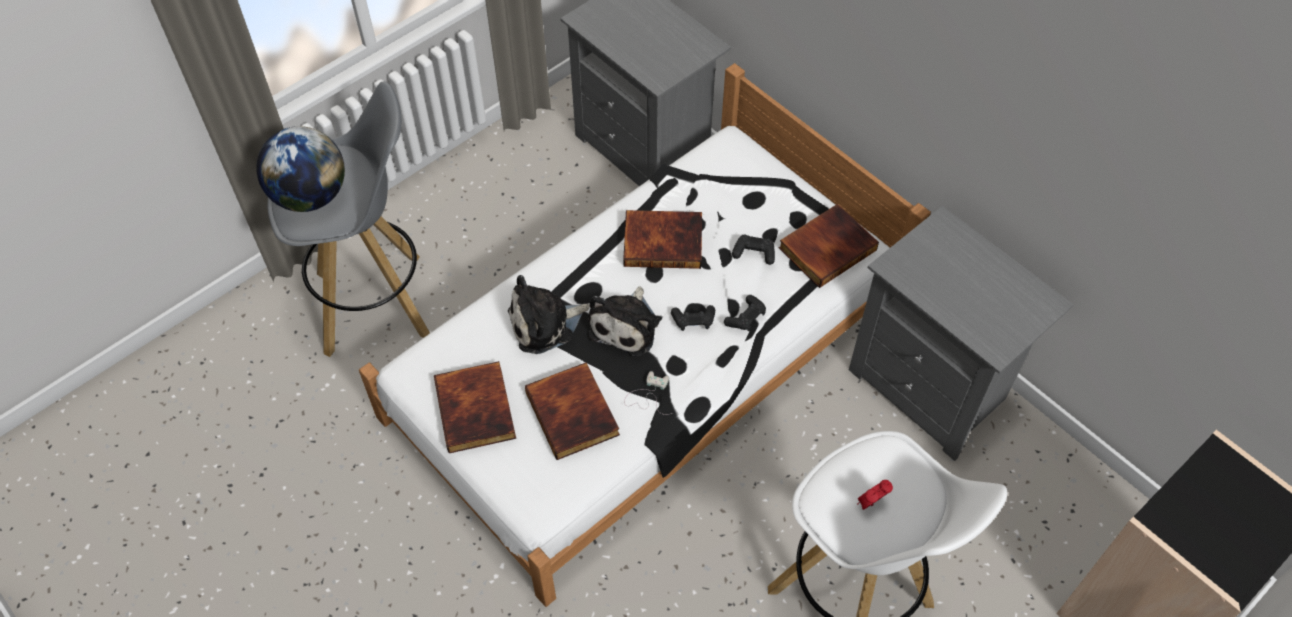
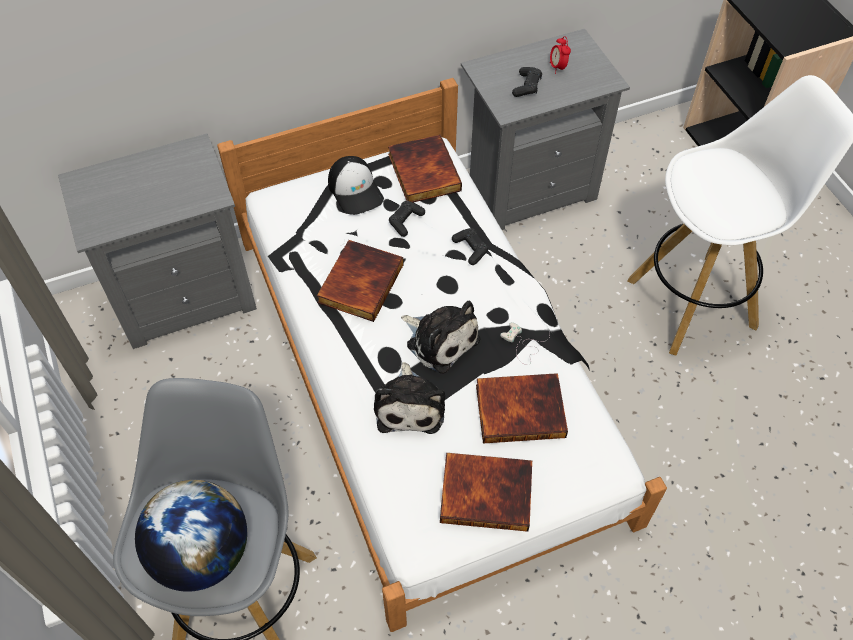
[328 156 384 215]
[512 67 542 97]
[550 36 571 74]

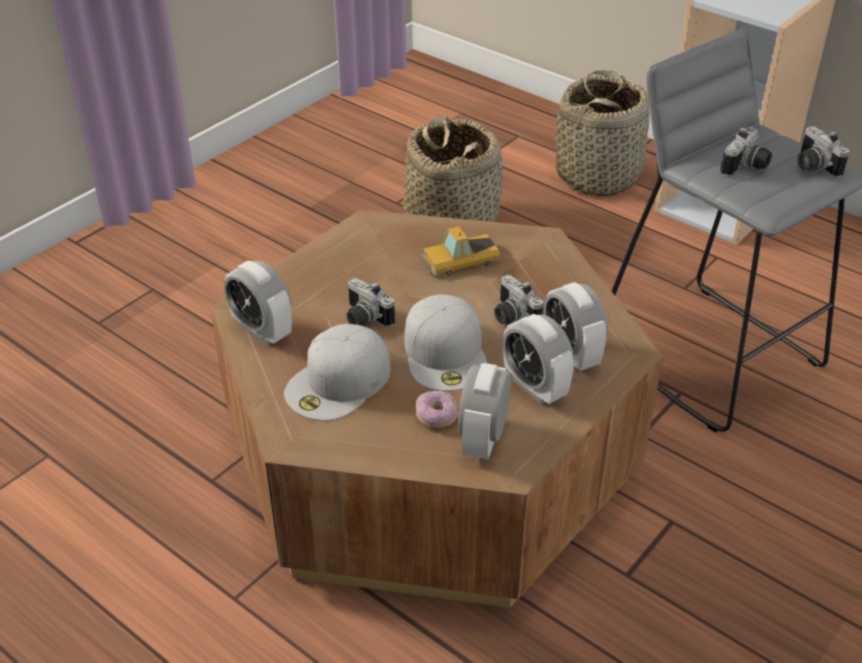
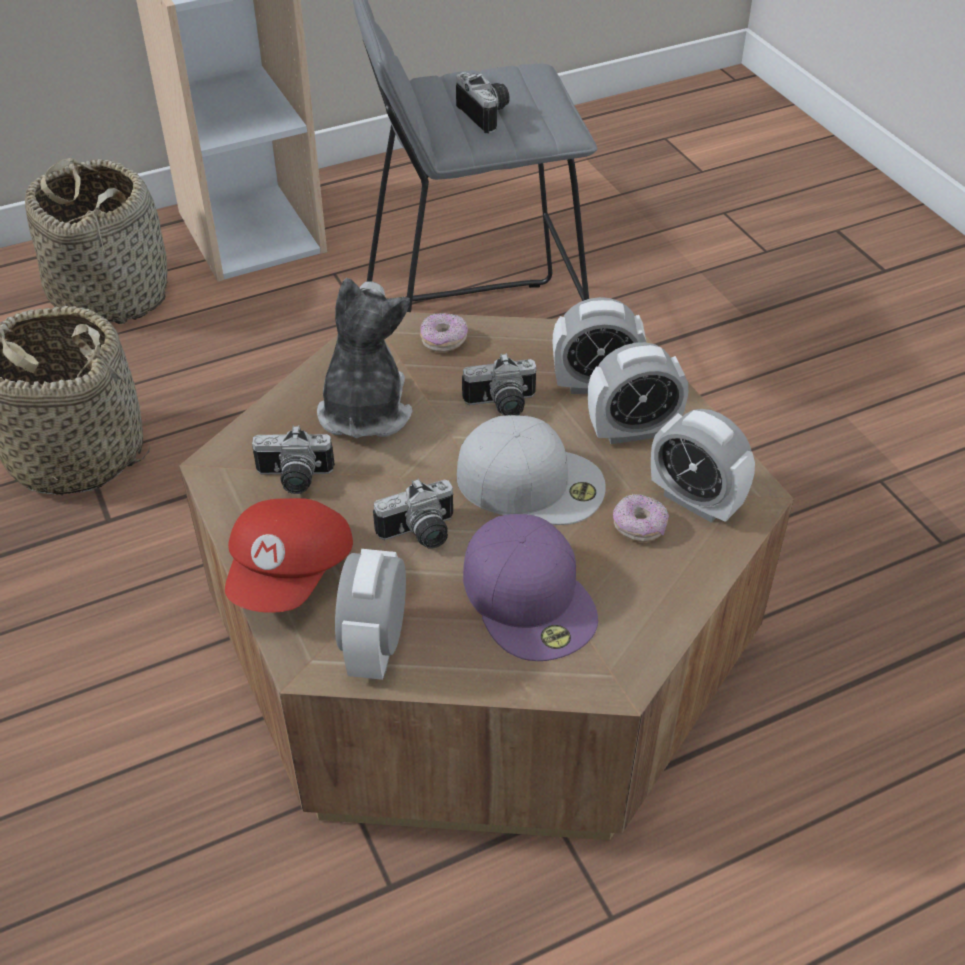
[225 498 353 613]
[420 313 468 353]
[252 425 335 494]
[317 278 412 438]
[463 514 598 661]
[335 549 406 680]

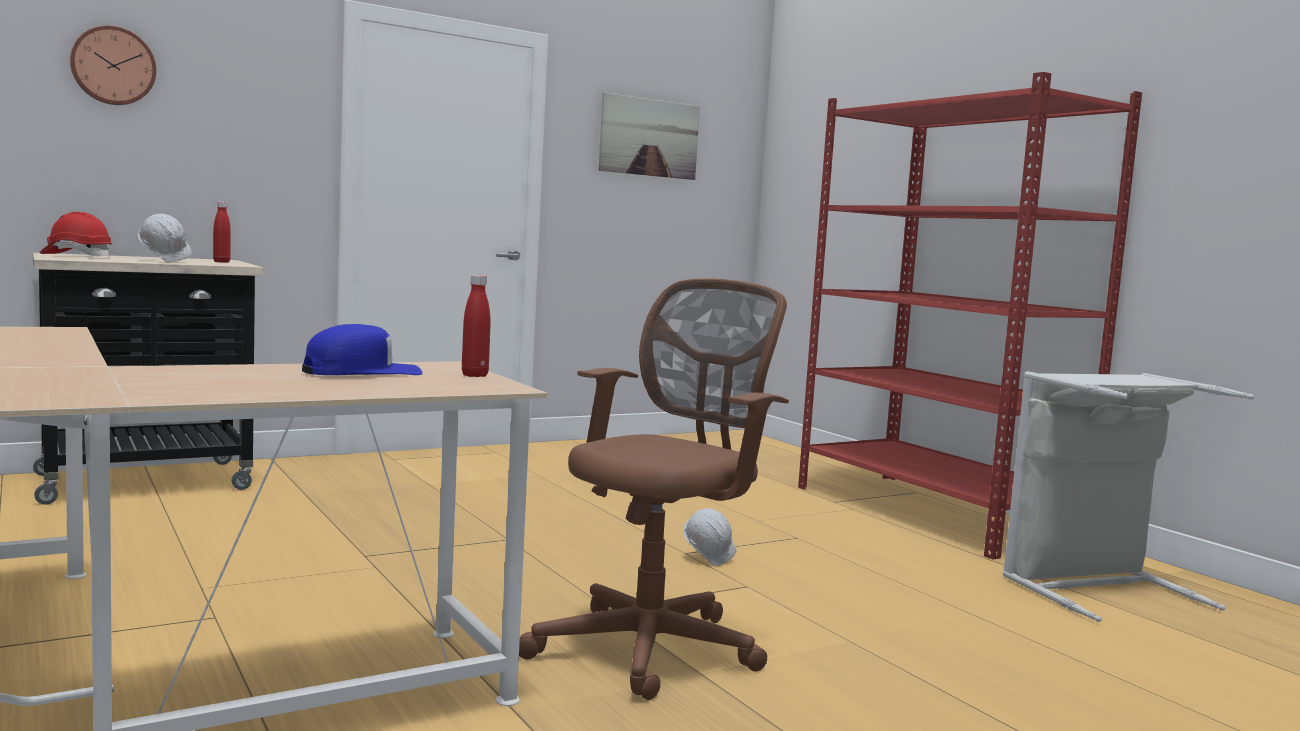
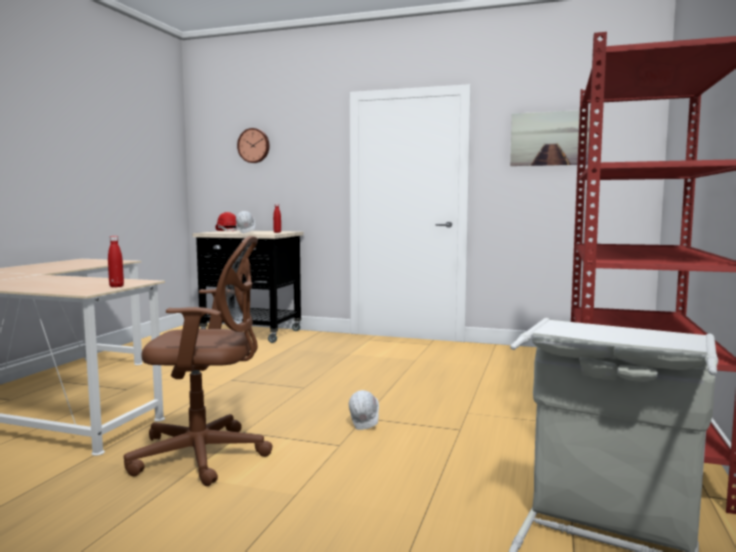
[302 324 423 375] (first image)

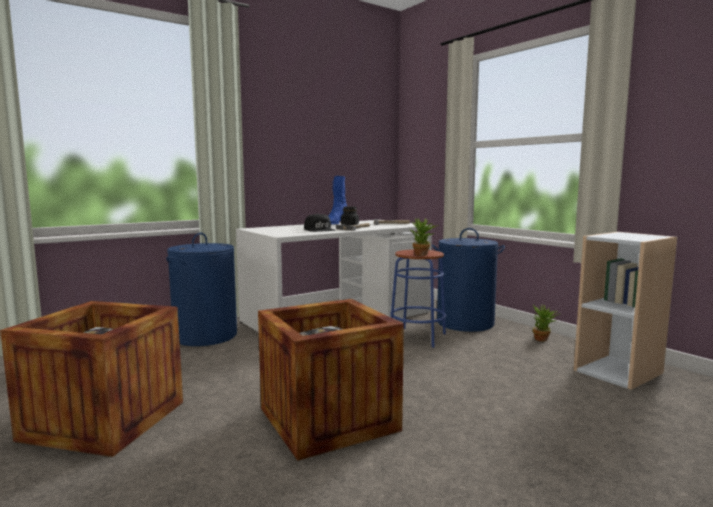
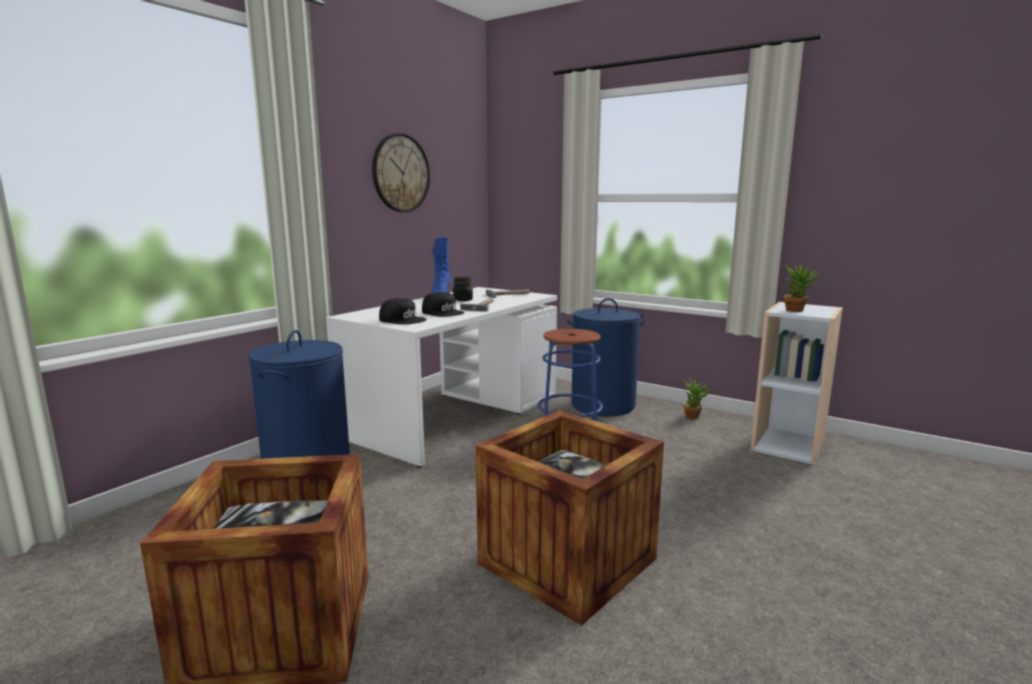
[372 133 430 212]
[379 298 427 325]
[784 265 824 312]

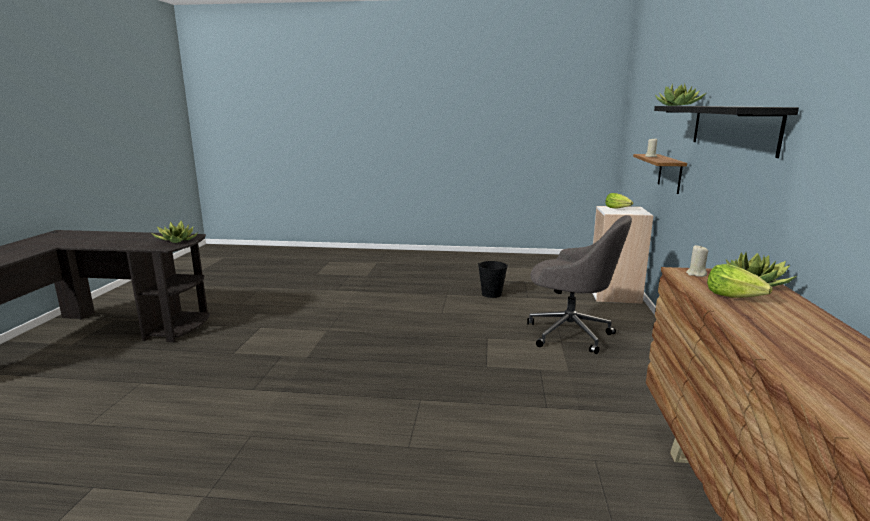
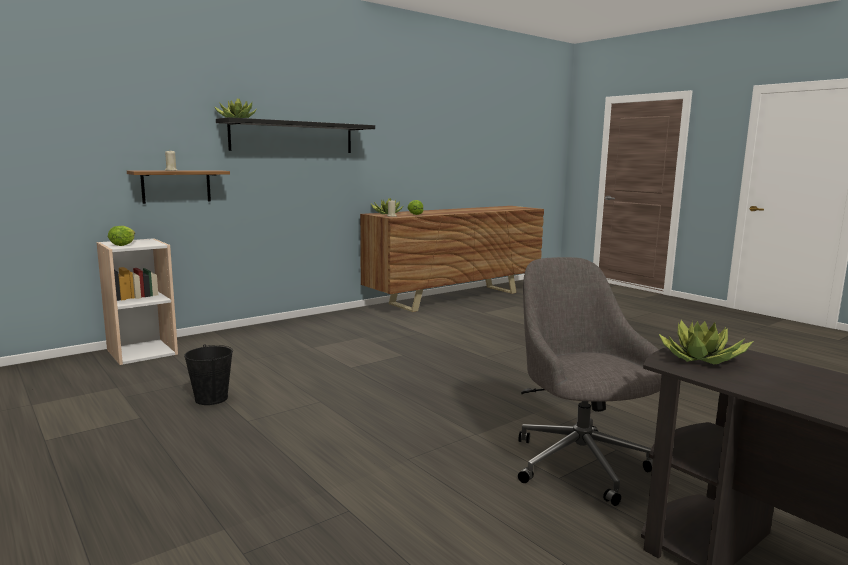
[518 257 662 506]

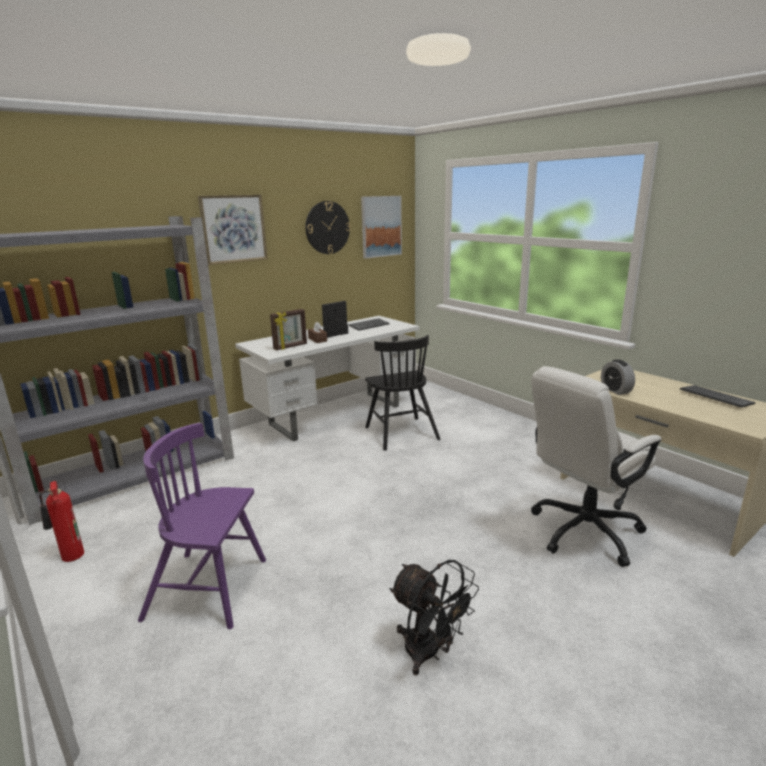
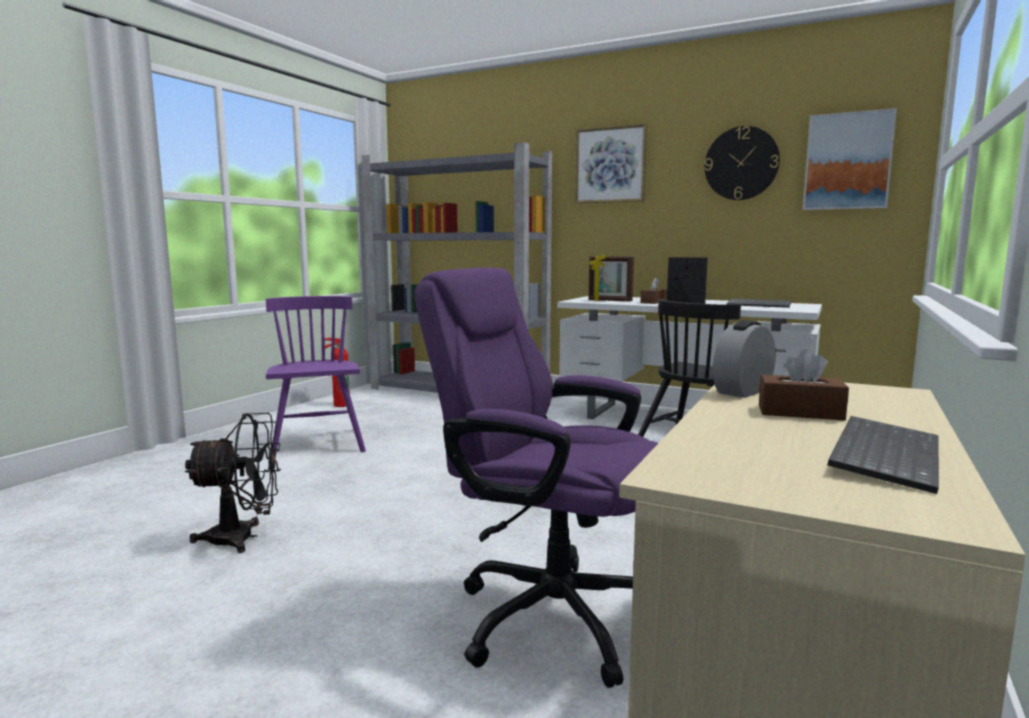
[759 349 849 421]
[415 268 658 688]
[185 413 281 553]

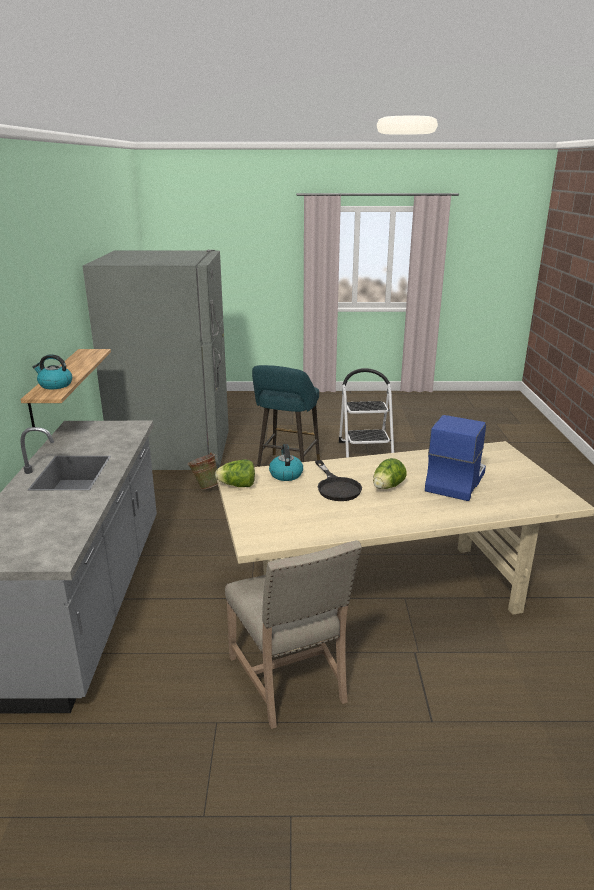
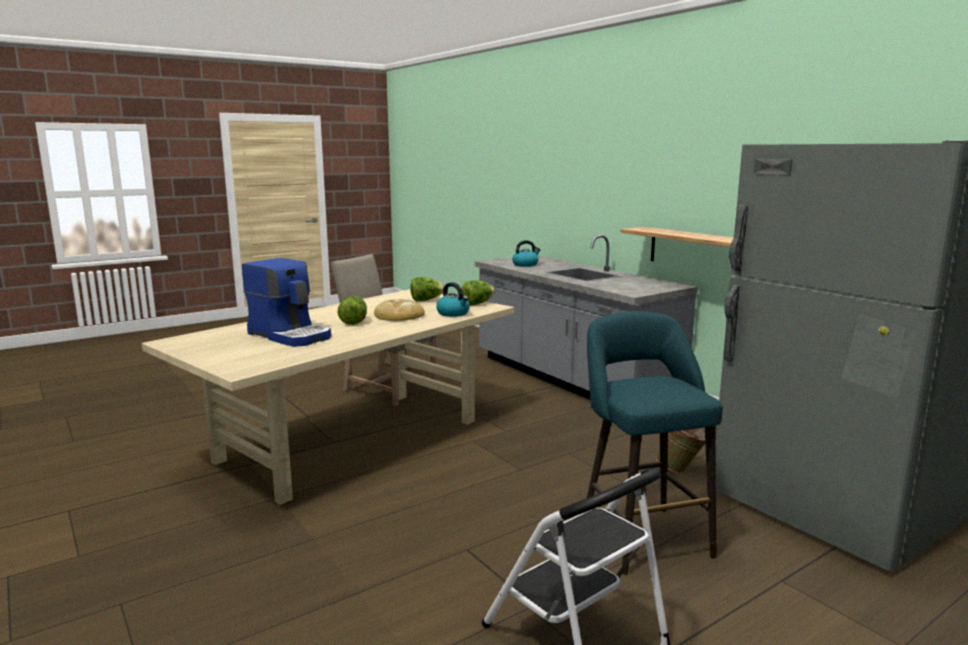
[410 277 444 301]
[512 240 540 267]
[374 299 425 321]
[242 258 331 347]

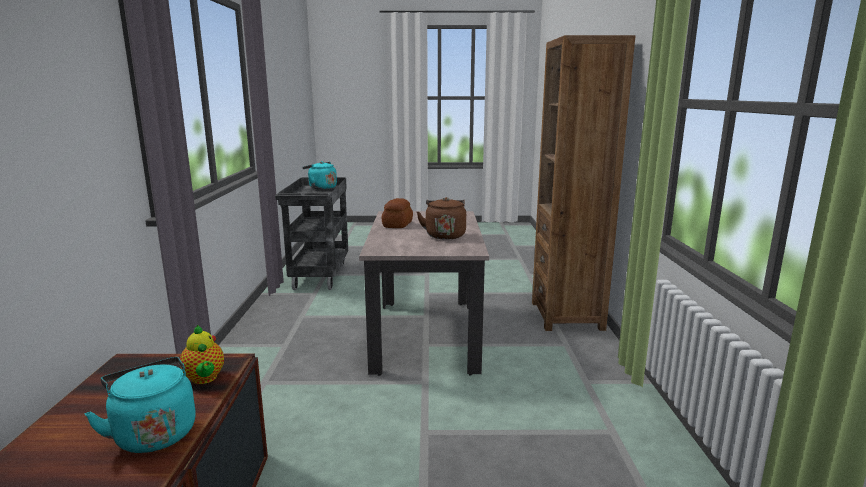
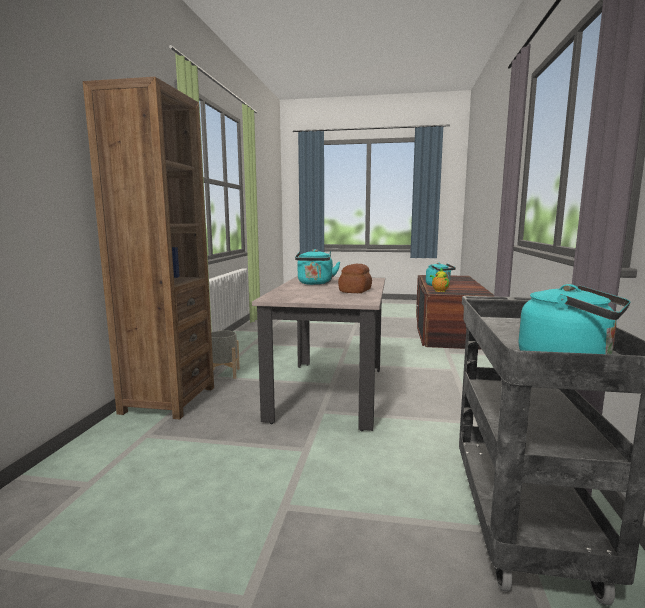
[211 331 240 379]
[295 249 340 285]

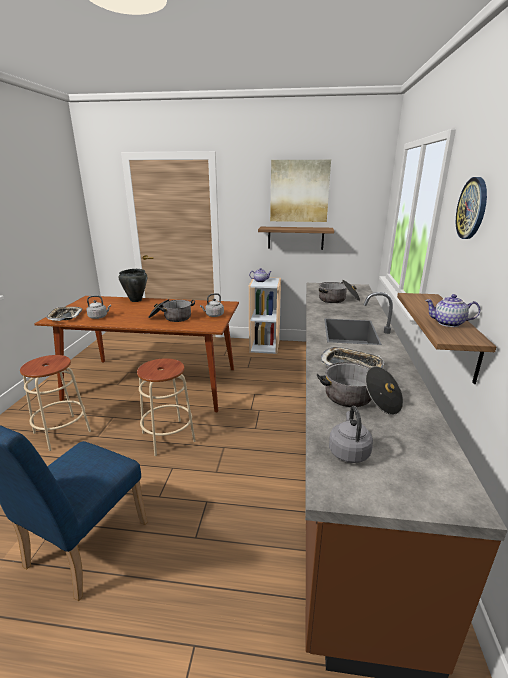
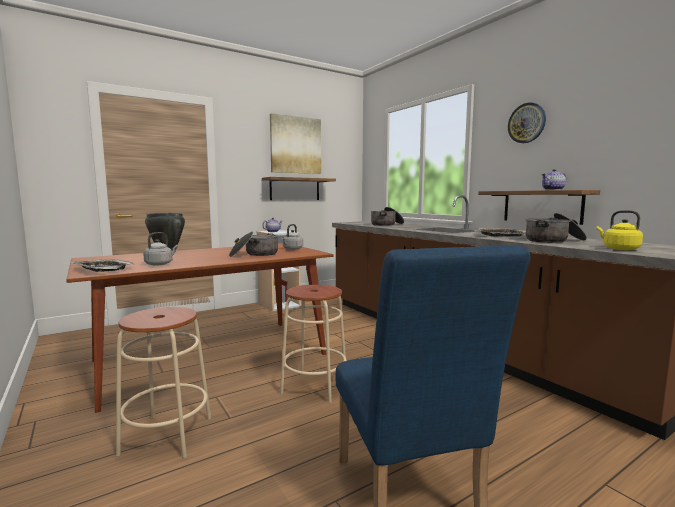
[597 210 643 250]

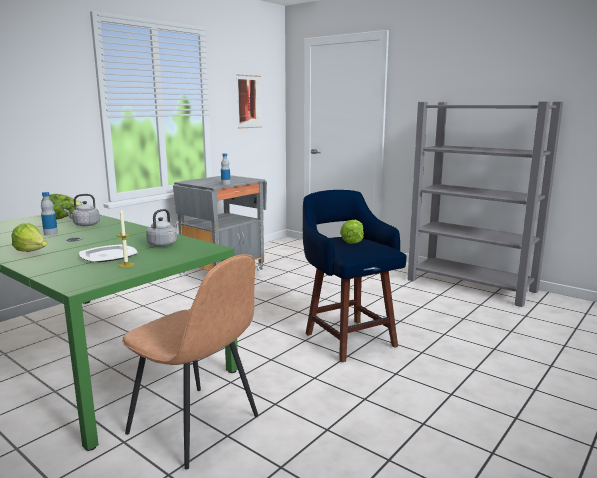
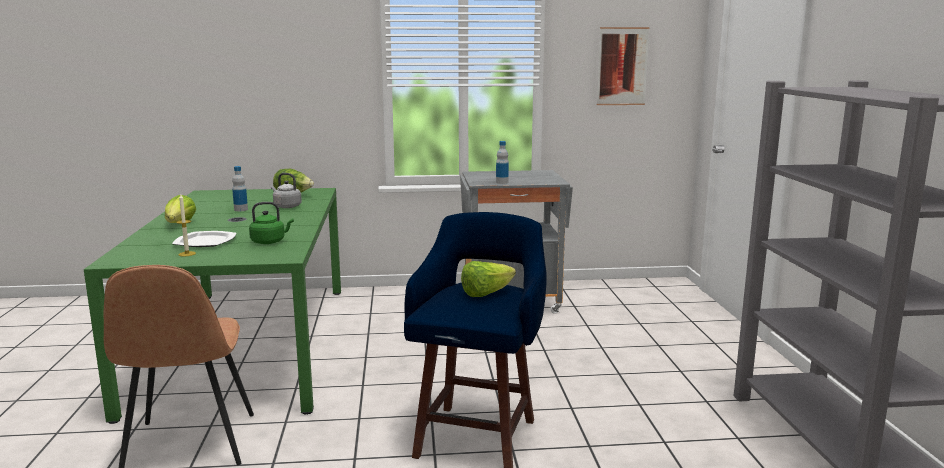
[249 202 294 244]

